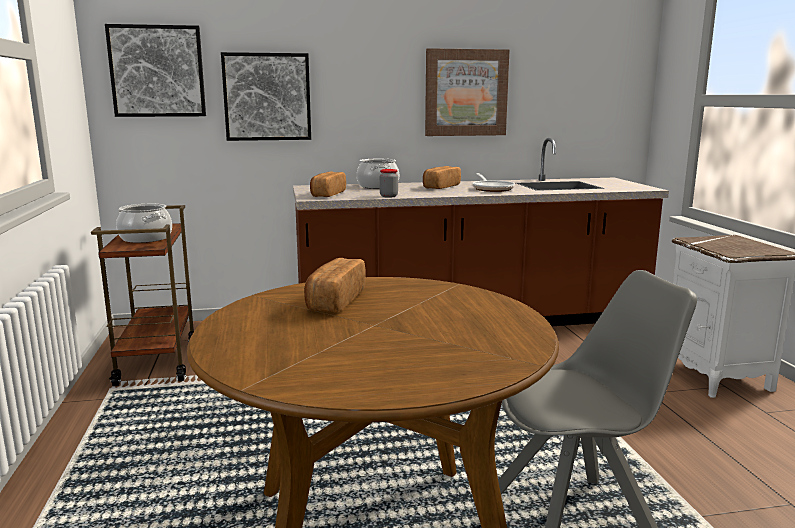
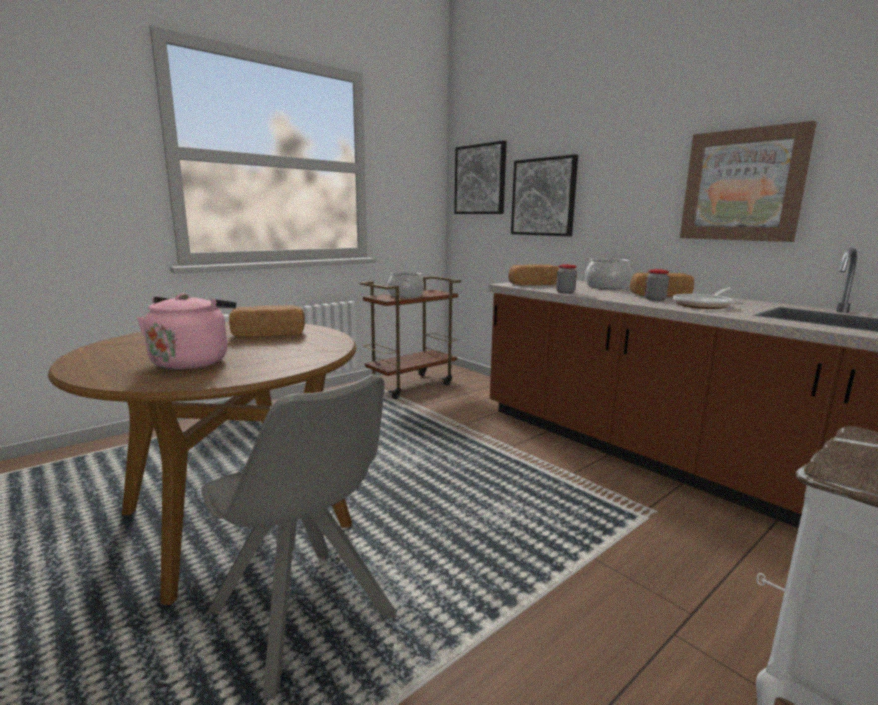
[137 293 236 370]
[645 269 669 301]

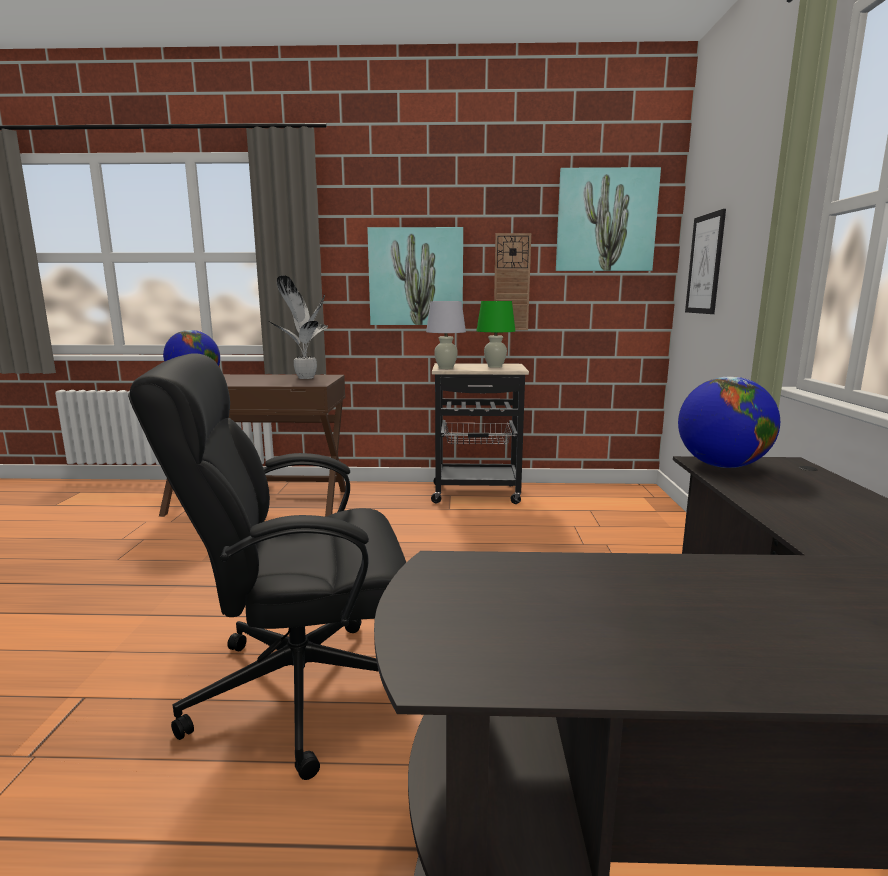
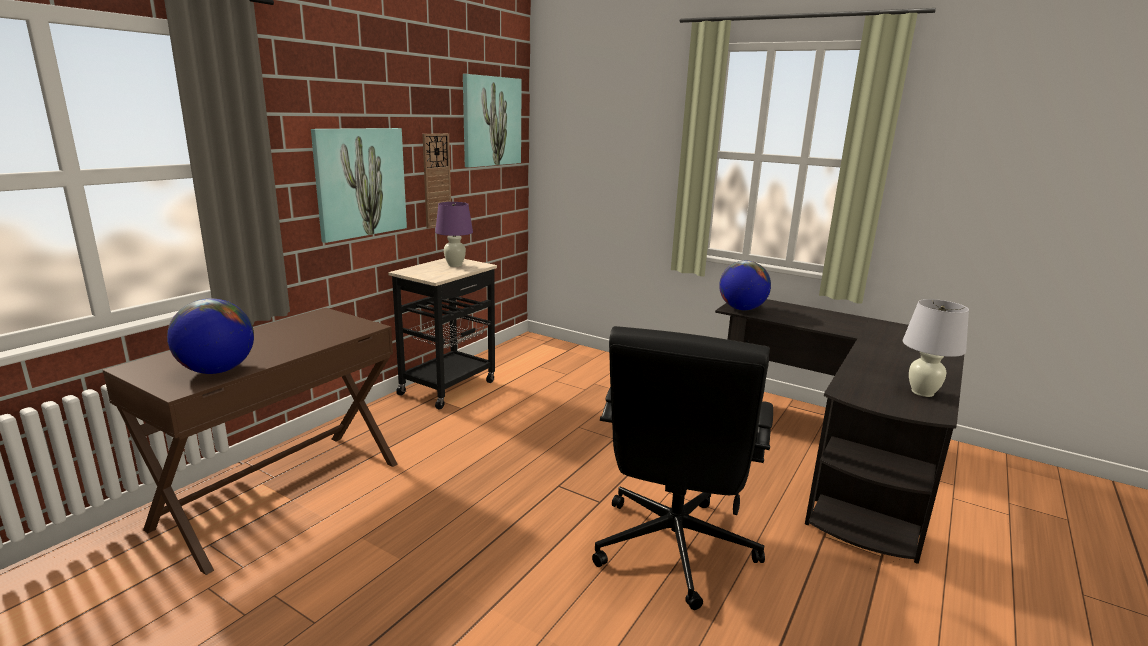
[269 275 328 379] (first image)
[685 209 726 314] (first image)
[903 299 969 397]
[435 202 473 267]

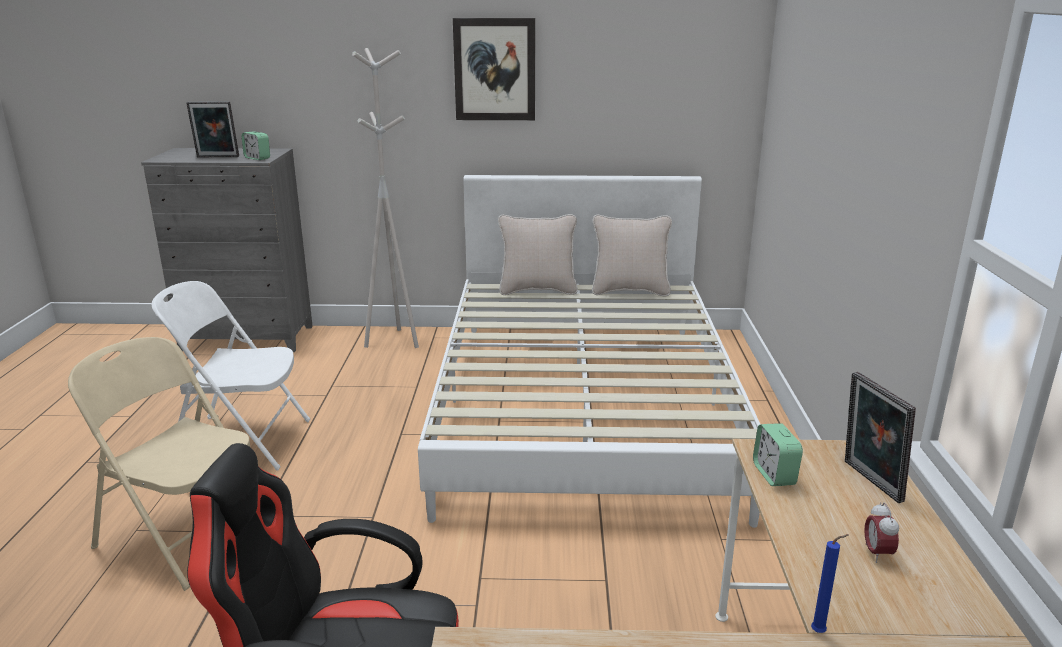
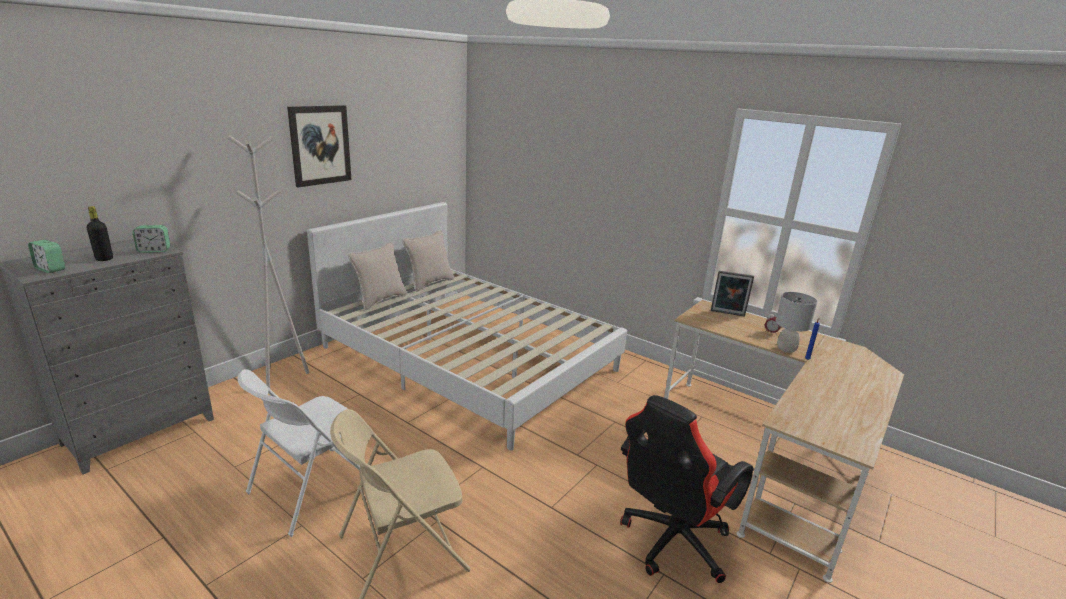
[776 292 818 353]
[28 240 65 273]
[87 206 113 261]

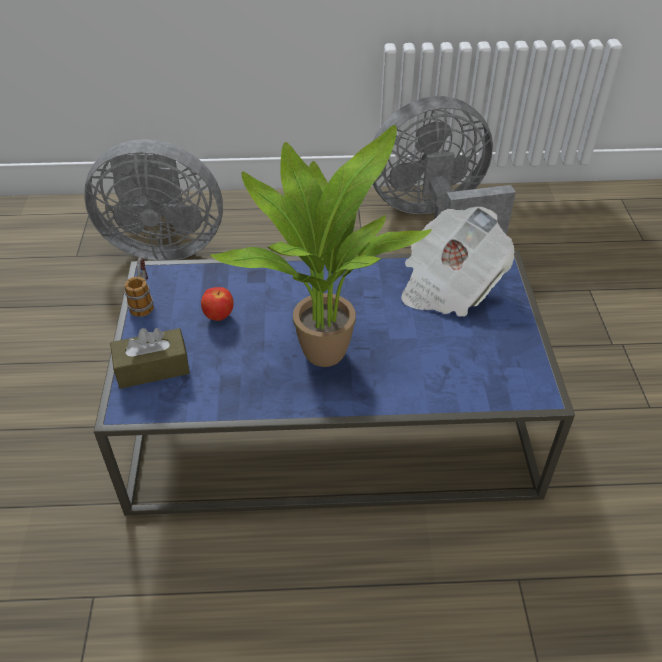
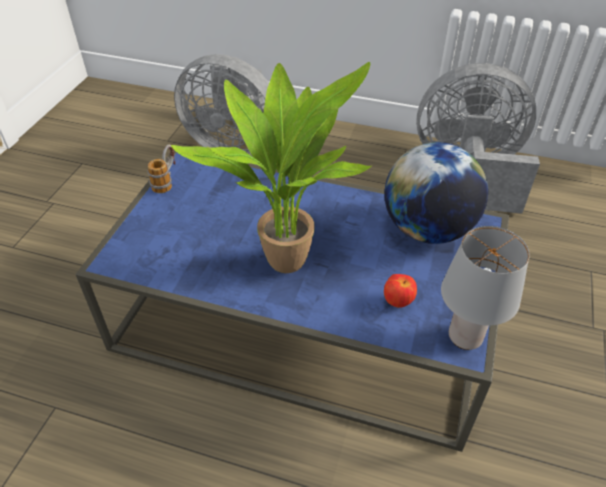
[110 328 190 389] (first image)
[441 226 530 350]
[384 274 417 308]
[384 142 488 244]

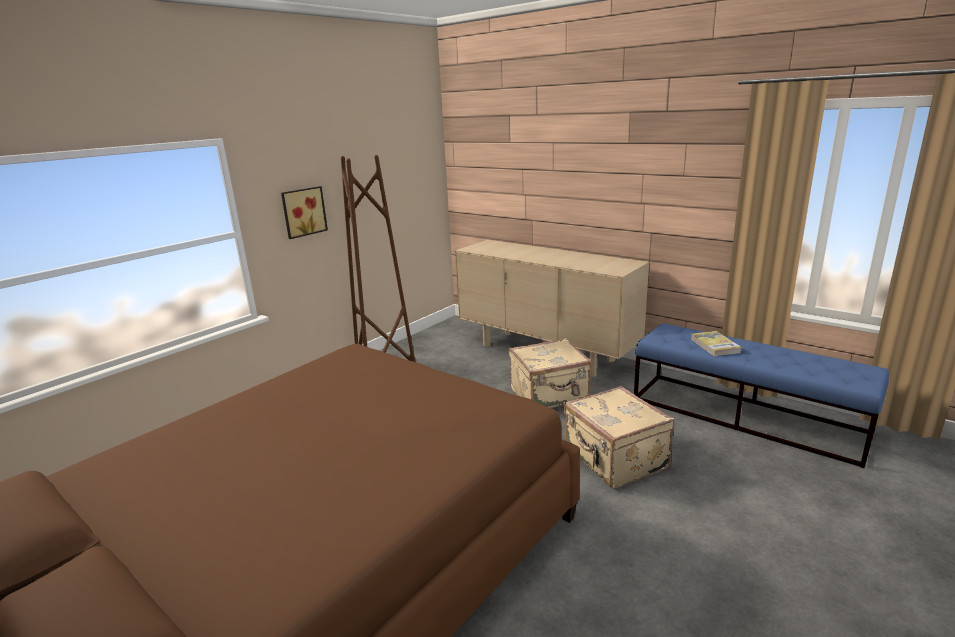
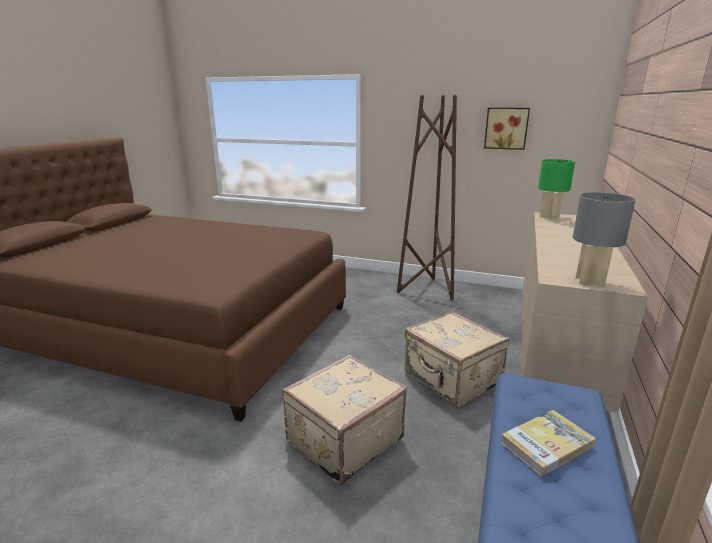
[538 159 575 219]
[573 192 636 287]
[484 108 530 150]

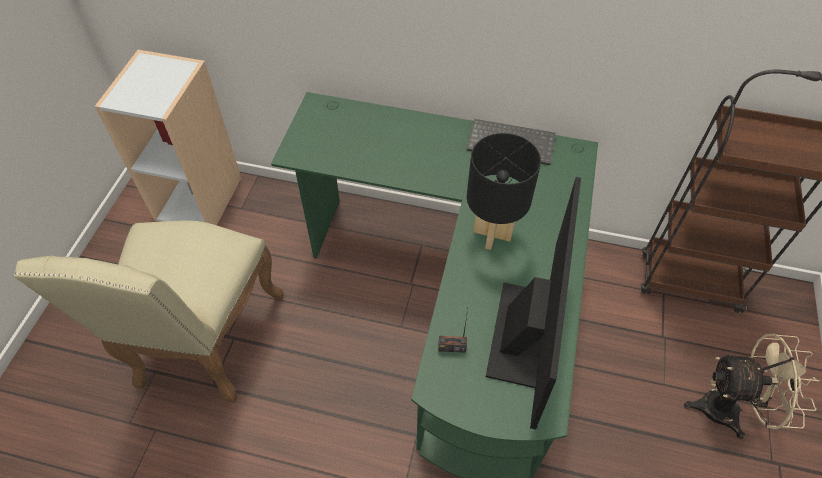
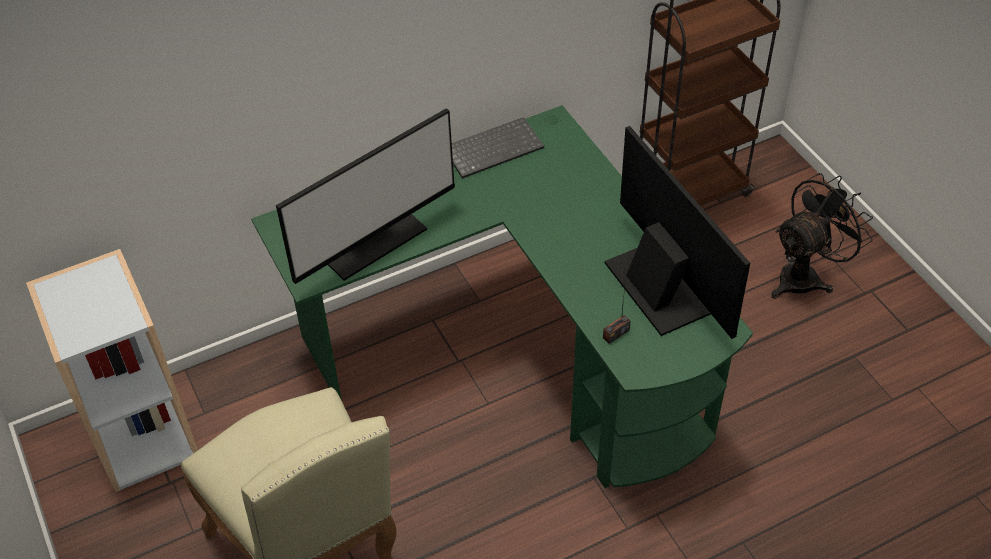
[467 133 541 250] (first image)
[276 108 455 284]
[771 173 873 299]

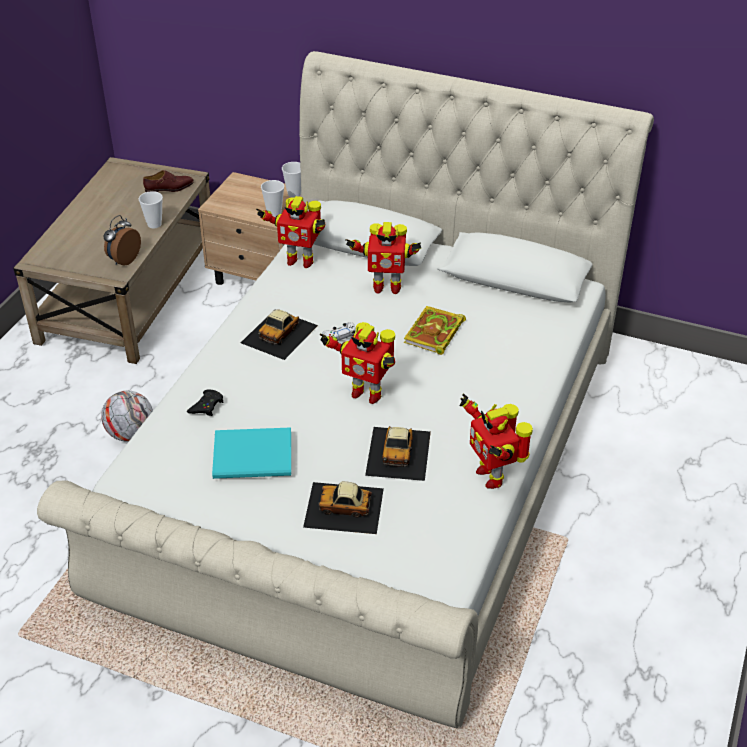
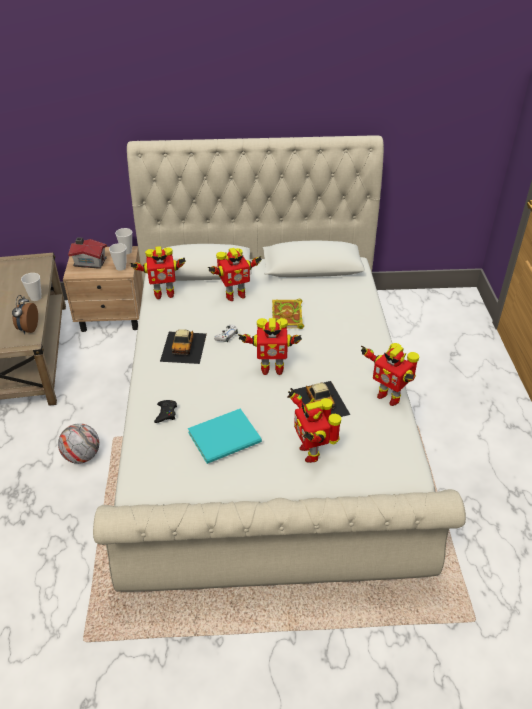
[143 170 194 193] (first image)
[68 237 107 269]
[288 388 341 463]

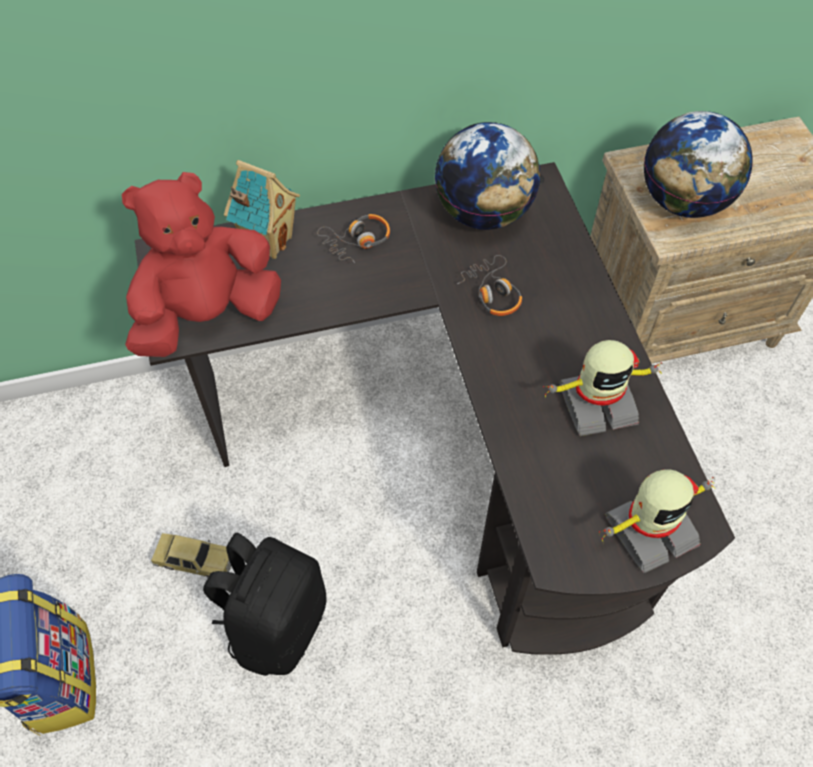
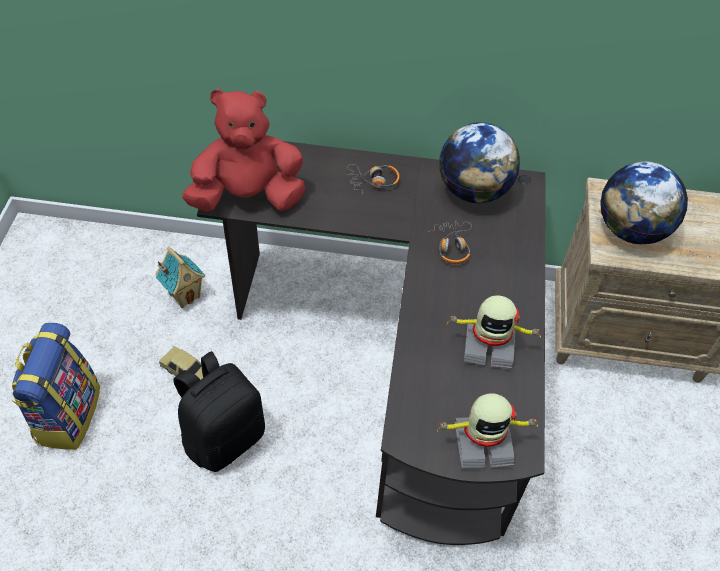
[155 247 205 308]

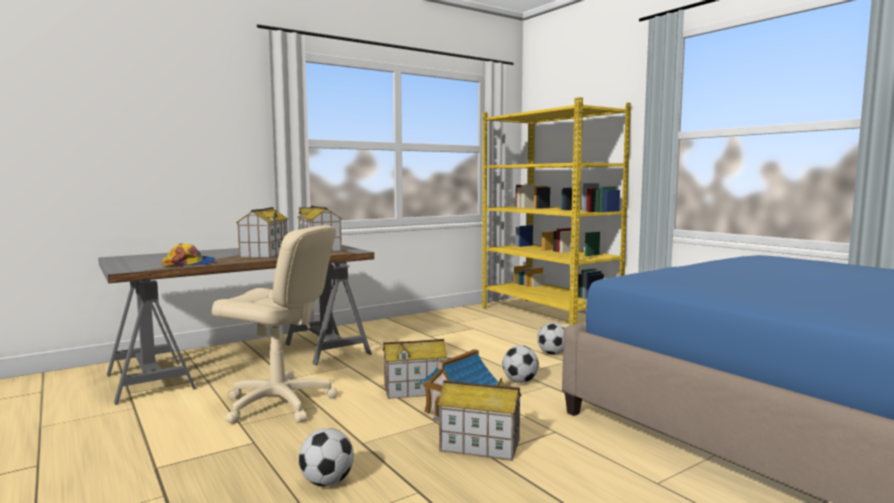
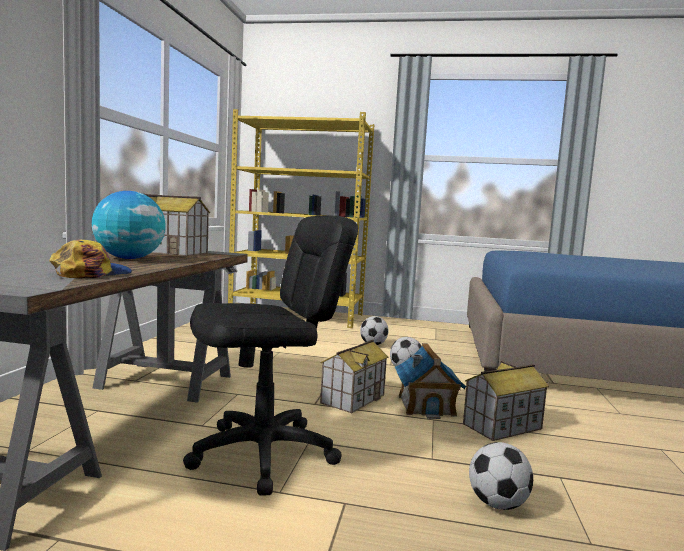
[92 191 166 259]
[183 215 358 496]

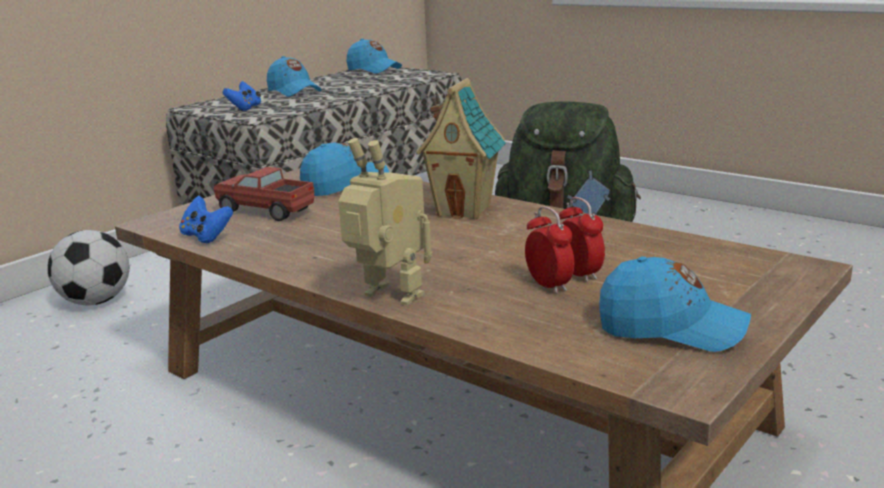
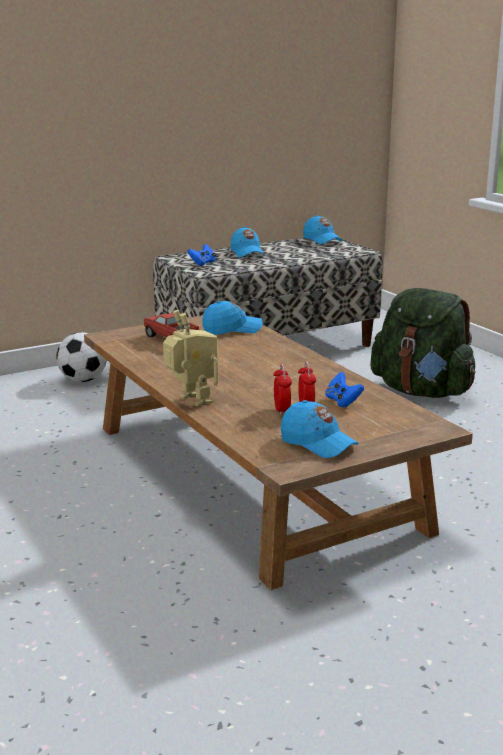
[416 78 506 219] (first image)
[325 372 364 408]

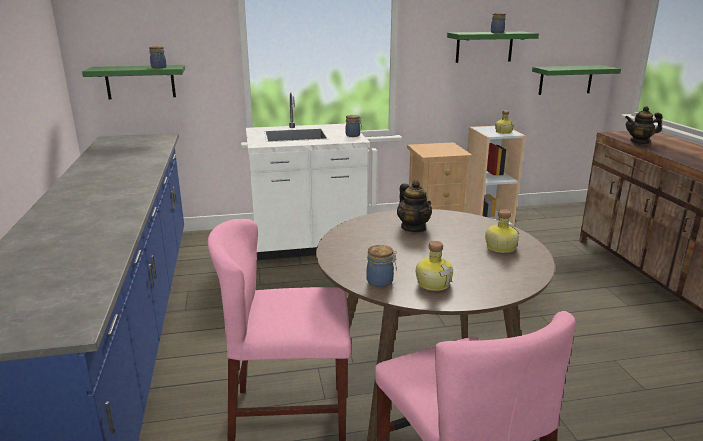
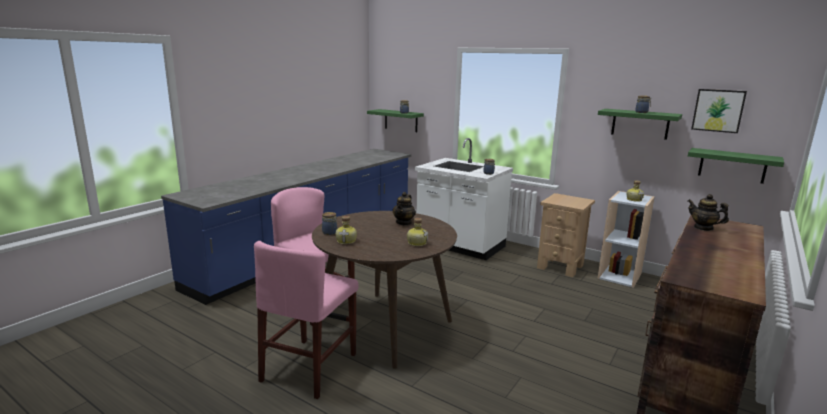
[691 89 747 133]

